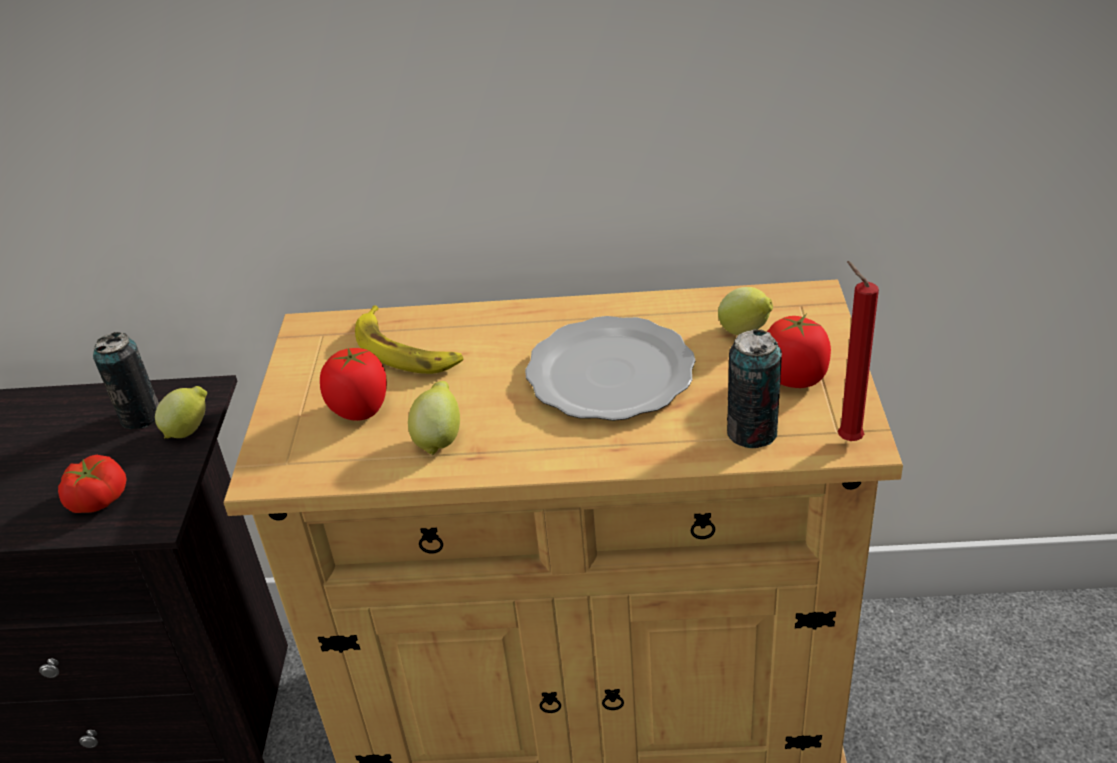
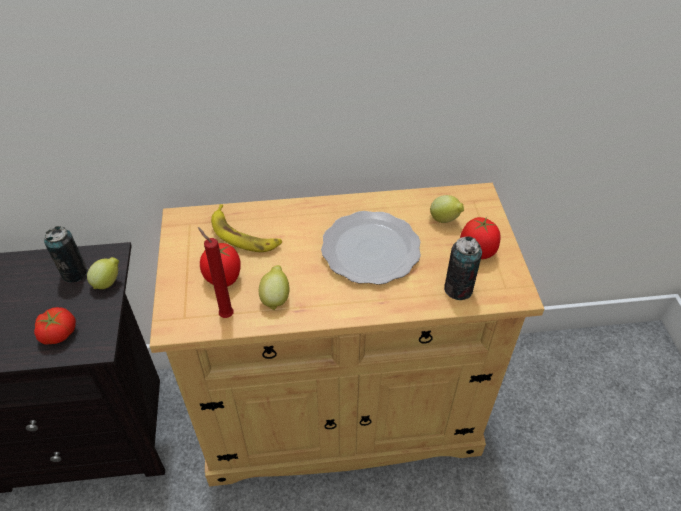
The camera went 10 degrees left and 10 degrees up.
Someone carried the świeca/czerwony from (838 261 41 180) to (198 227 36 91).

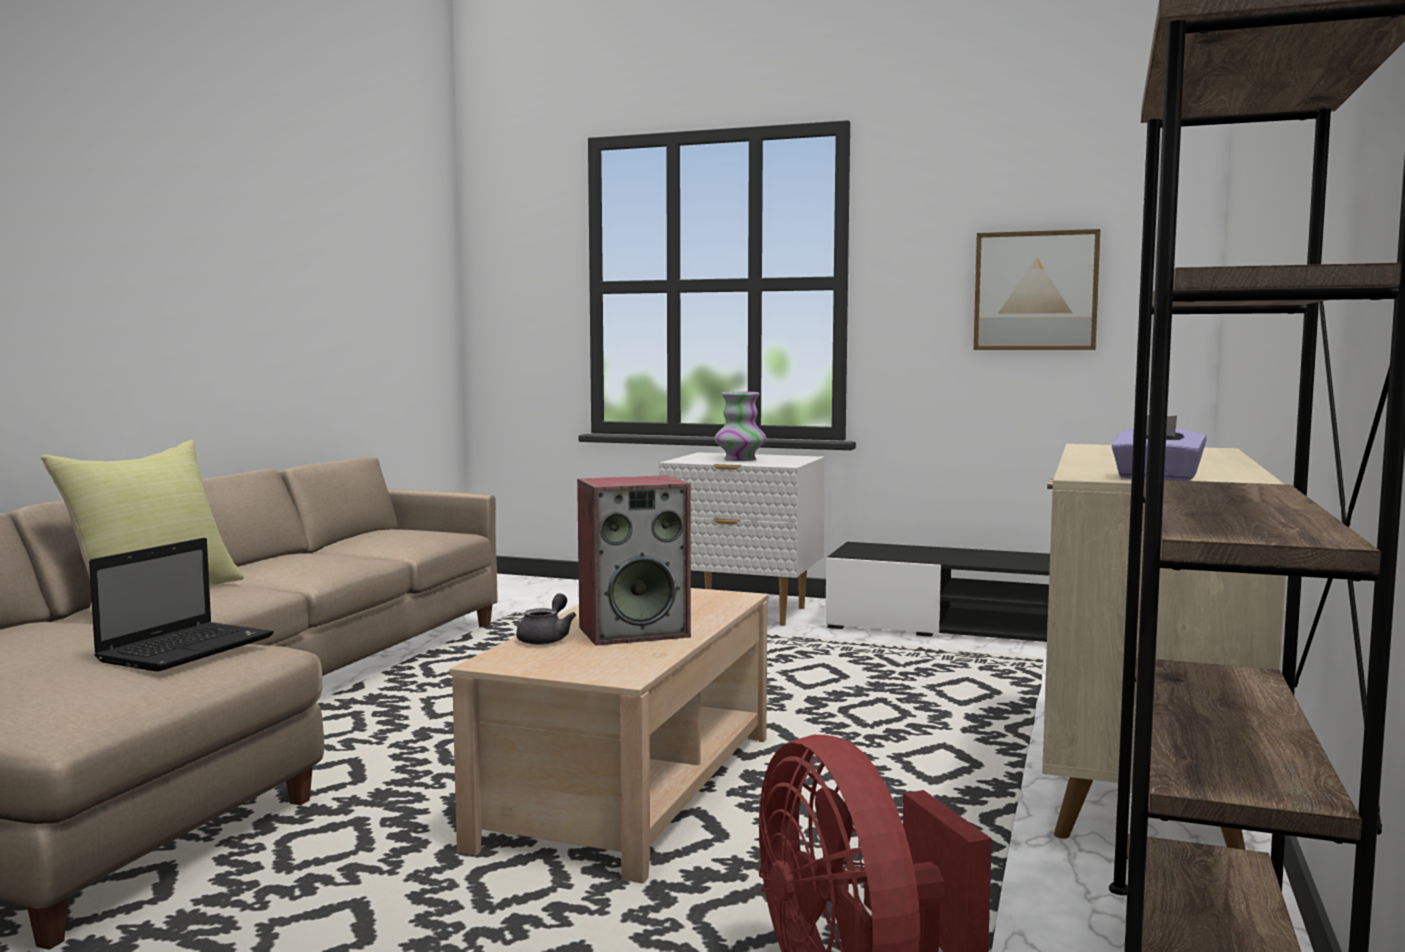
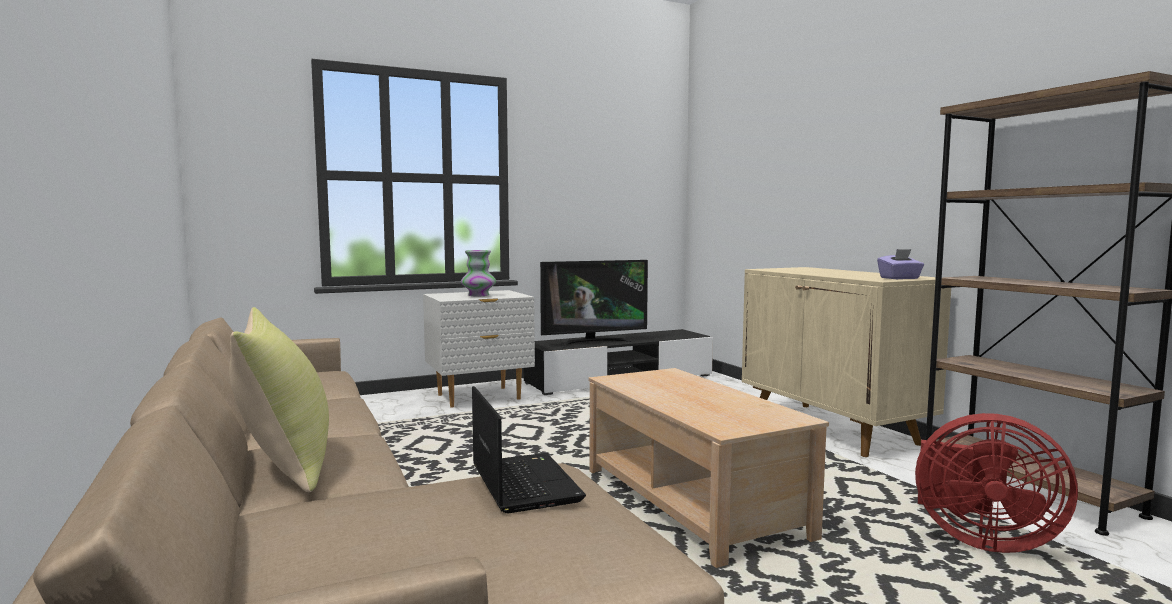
The camera went 45 degrees left and 0 degrees up.
Someone took away the imbryk/szary at (516 593 60 52).
Someone took away the głośnik at (577 475 114 171).
Someone took away the obraz at (974 229 126 121).
Someone put down the telewizor at (540 260 108 87).

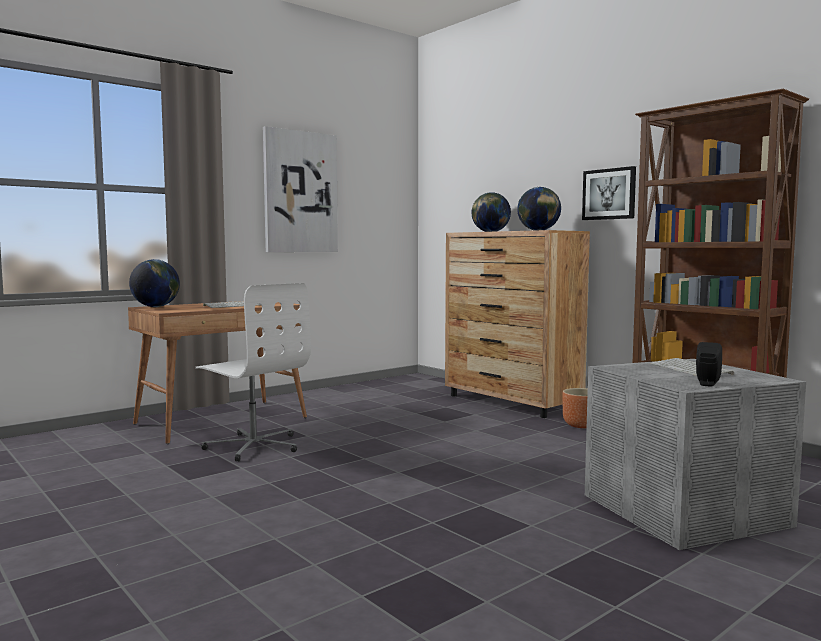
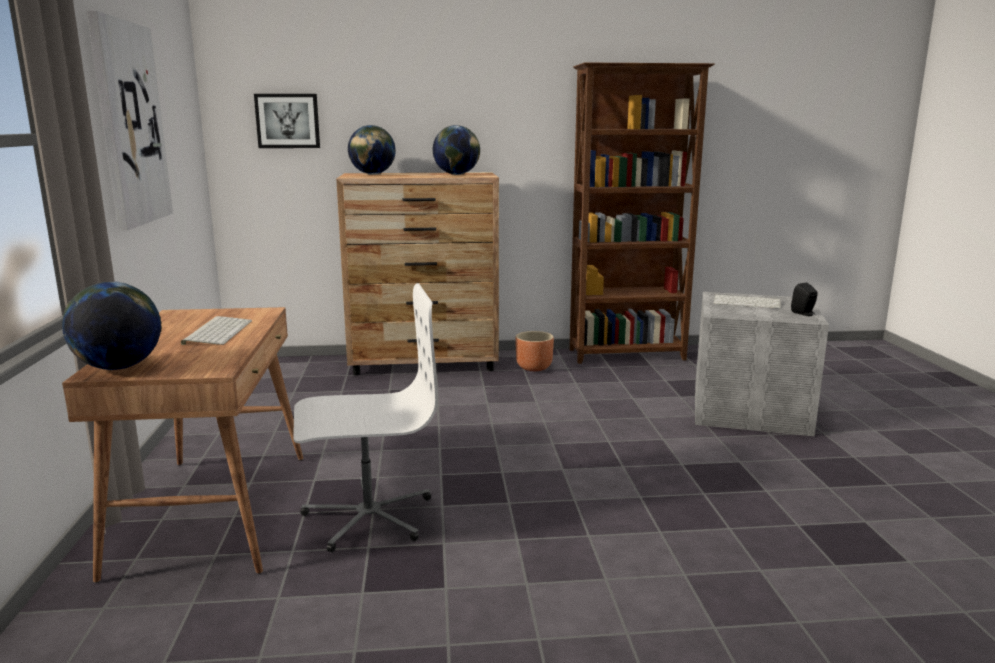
The camera went 55 degrees left and 10 degrees up.
Someone carried the obraz from (582 166 54 54) to (254 94 66 54).

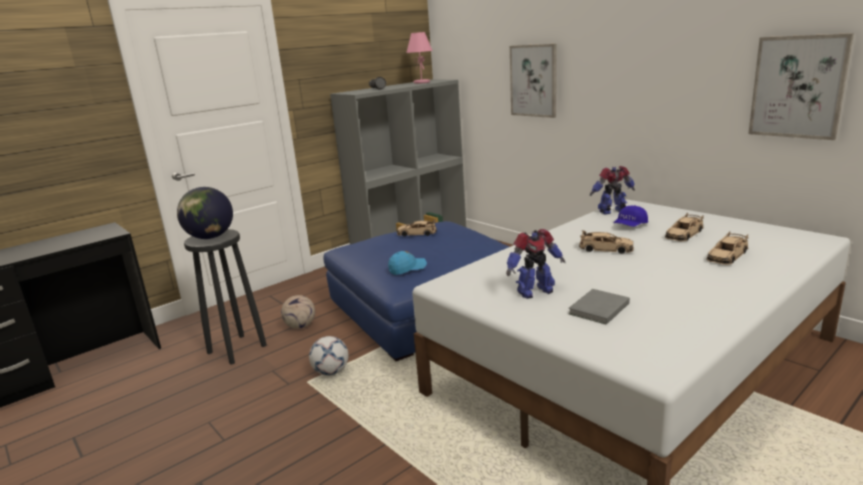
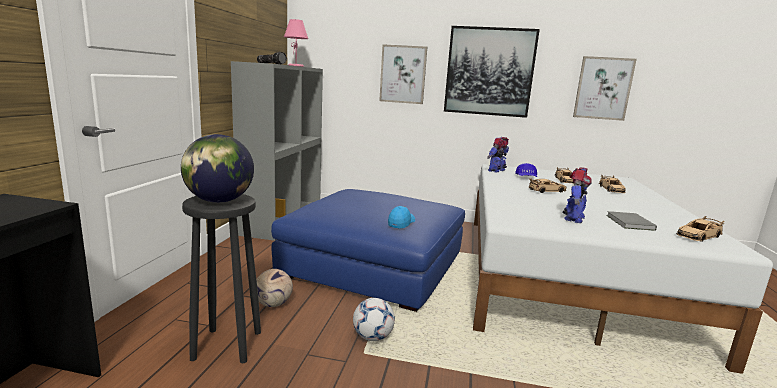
The camera went 40 degrees left and 5 degrees down.
Someone put up the obraz at (444 26 96 92).
Someone carried the samochodzik/beżowy from (397 220 40 16) to (676 216 48 26).

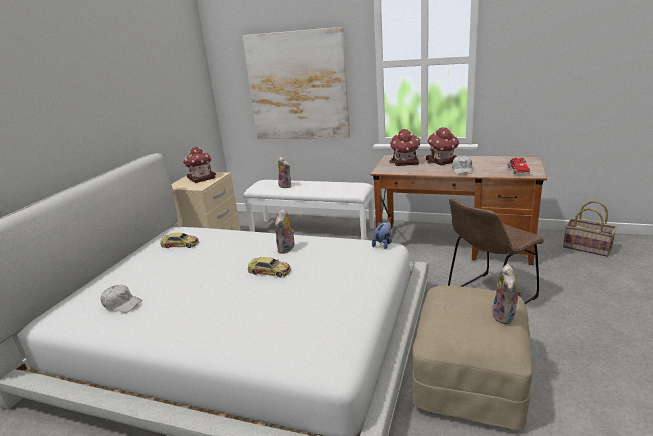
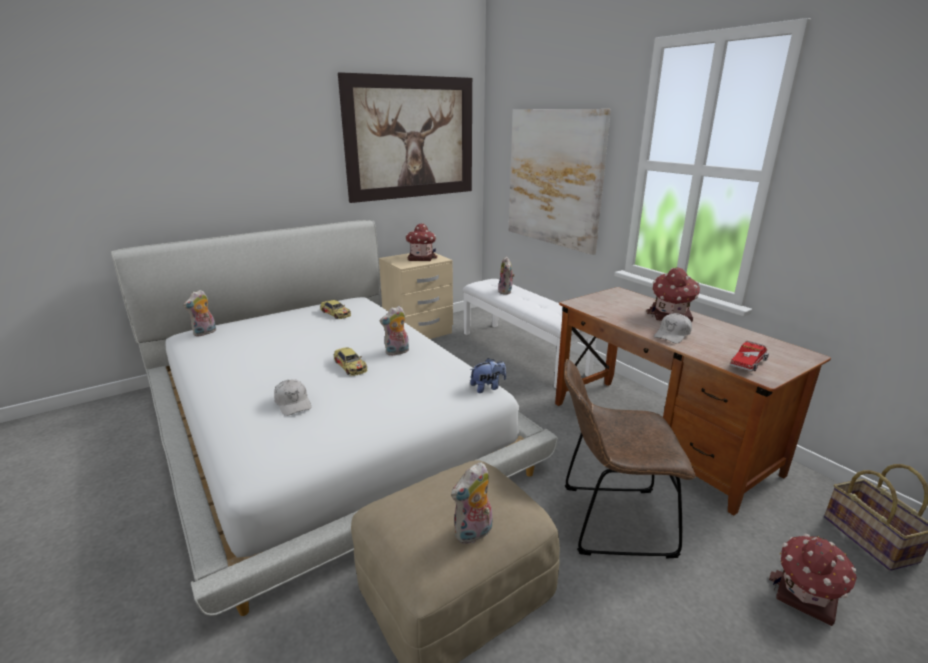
The camera went 35 degrees right and 0 degrees up.
Someone put down the pluszak at (183 290 33 47).
Someone put up the obraz at (338 72 134 131).
Someone carried the czapka z daszkiem/biały from (100 285 42 28) to (274 379 37 37).
Someone carried the domek from (389 129 31 37) to (769 533 88 93).

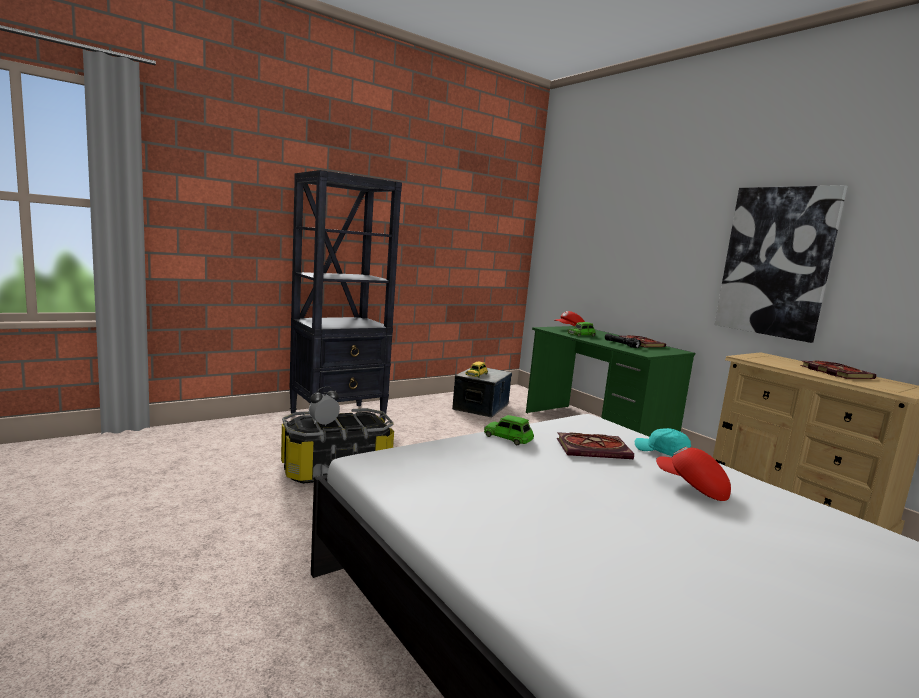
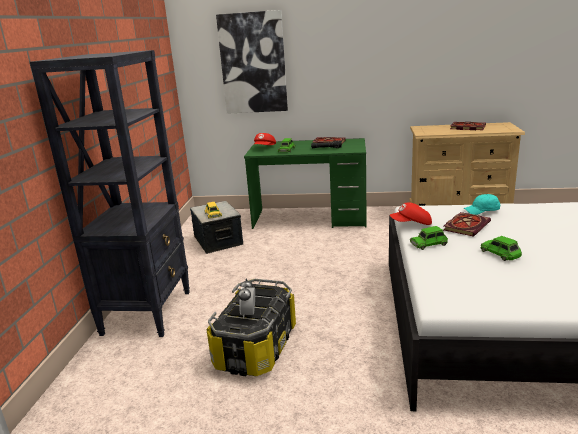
The camera went 45 degrees left and 10 degrees up.
Someone put down the samochodzik/zielony at (480 236 42 25).
Someone carried the czapka z daszkiem/czerwony from (656 447 75 54) to (390 202 42 23).
Someone carried the obraz from (714 185 134 158) to (216 10 72 104).

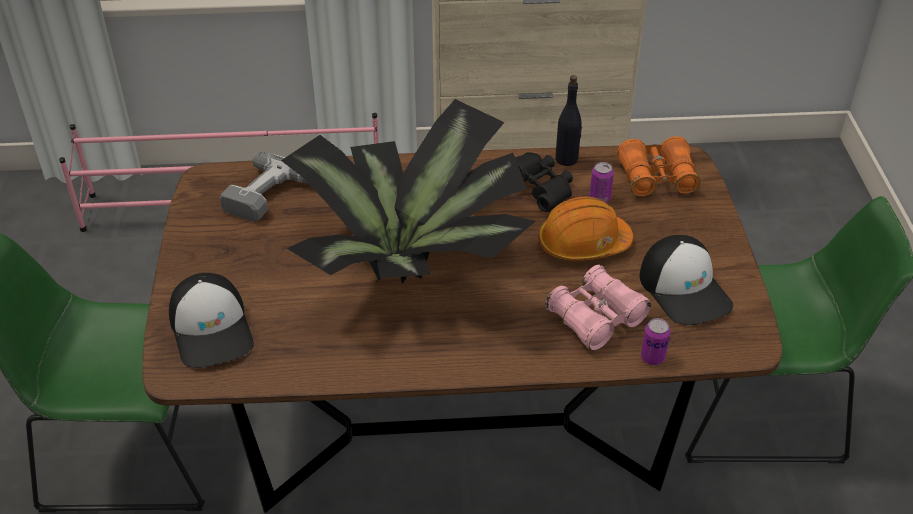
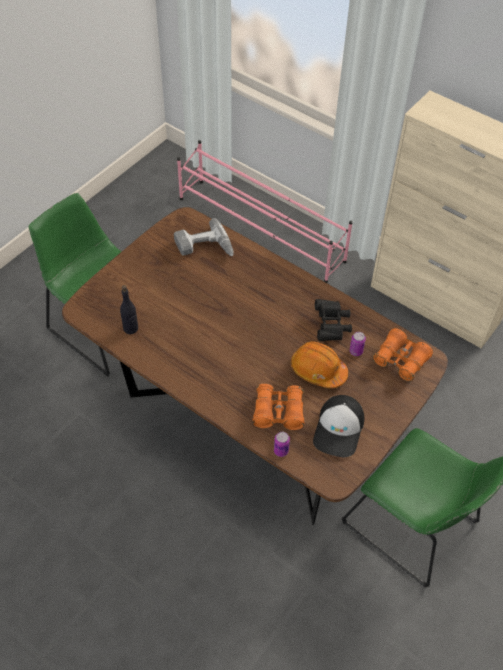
The camera went 40 degrees right and 10 degrees up.
Someone took away the czapka z daszkiem at (169 273 85 95).
Someone took away the roślina doniczkowa at (281 99 254 185).
Someone carried the butelka/czarny from (555 75 27 91) to (120 285 18 49).
Someone repainted the lornetka/różowy at (545 265 106 85), which became the lornetka/pomarańczowy at (252 384 53 46).

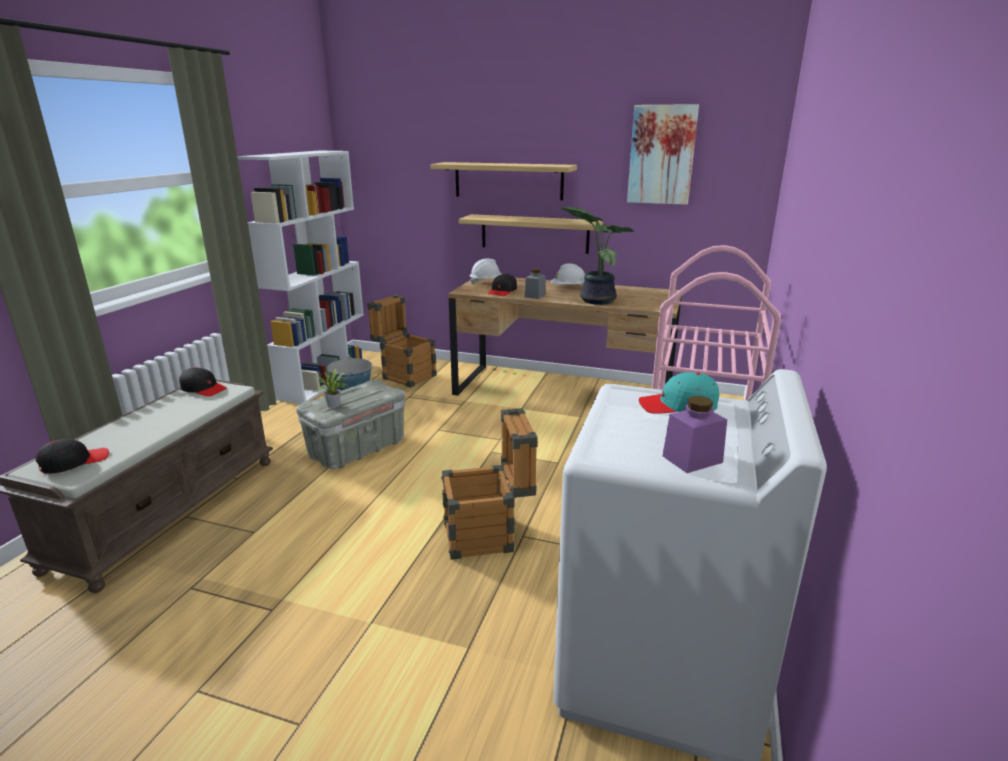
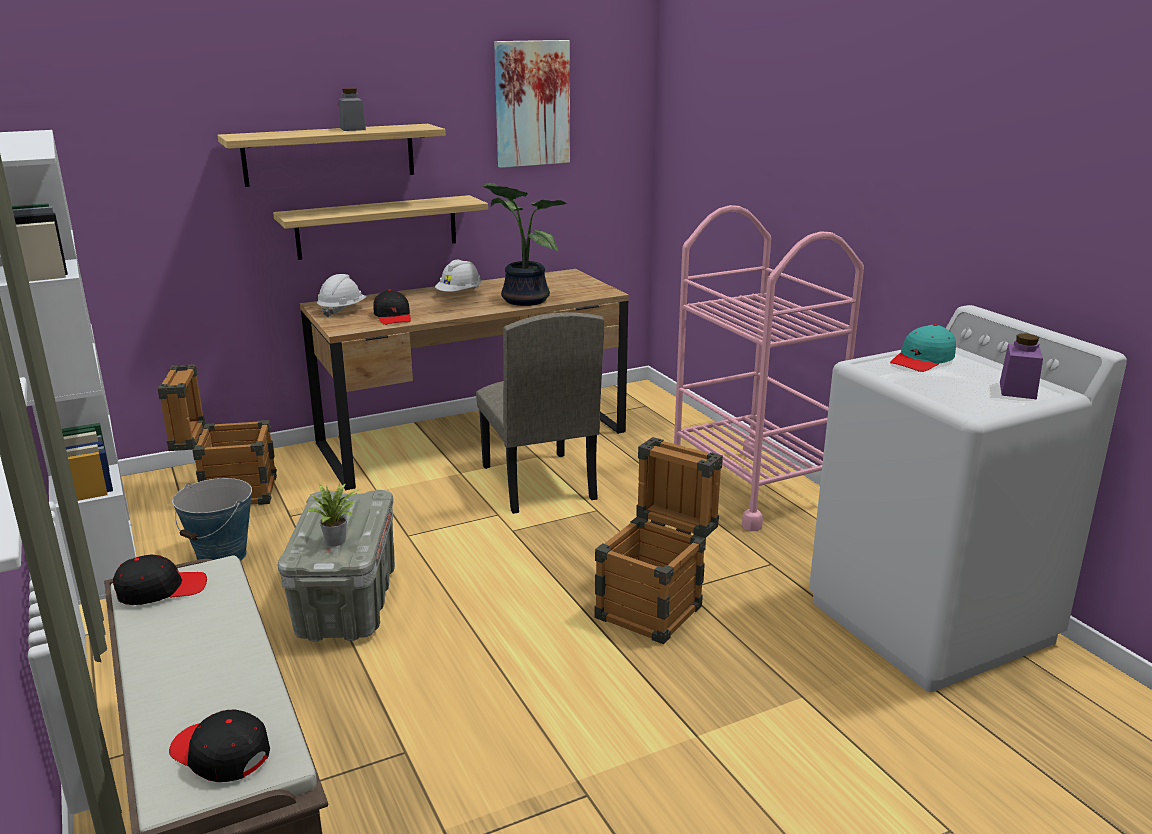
The camera went 45 degrees left and 0 degrees up.
Someone put down the krzesło/beżowy at (476 312 128 202).
Someone carried the słoik/szary from (525 269 21 30) to (339 88 27 43).
Someone rotated the czapka z daszkiem/czarny at (36 439 73 35) by 60 degrees counterclockwise.

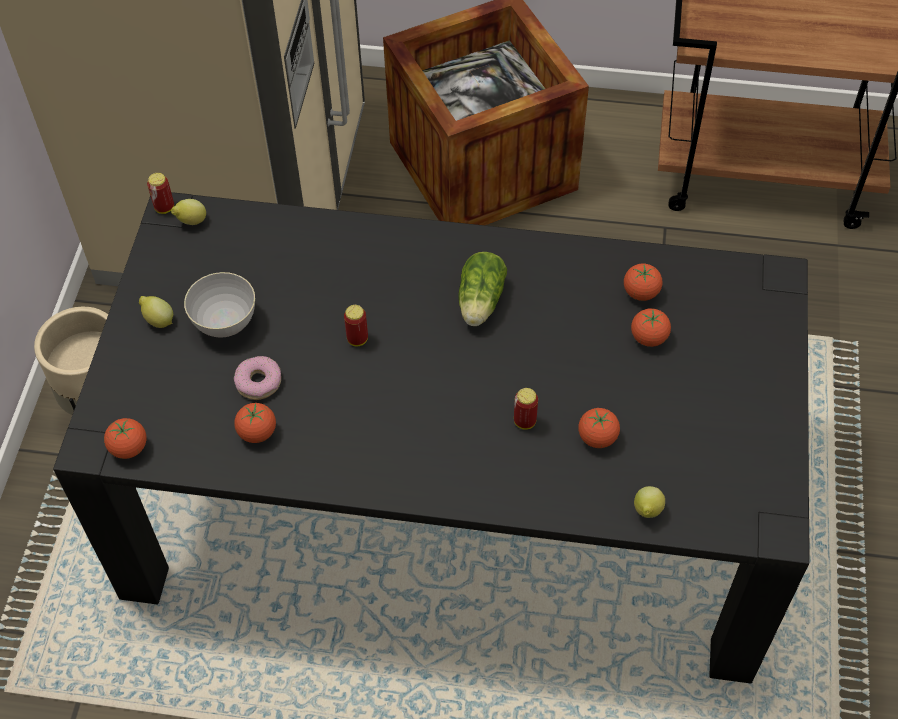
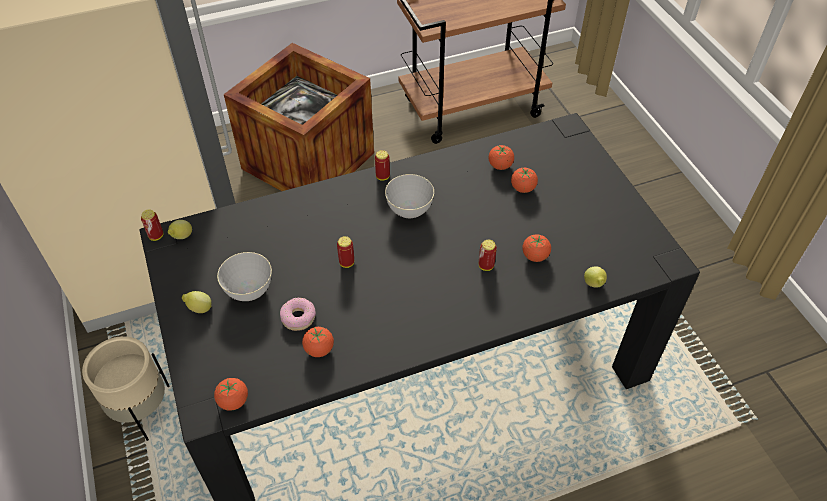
The camera went 30 degrees left and 5 degrees down.
Someone put down the puszka at (375 150 15 31).
Someone swapped the sałata at (458 252 49 74) for the miska/szary at (385 174 49 44).

